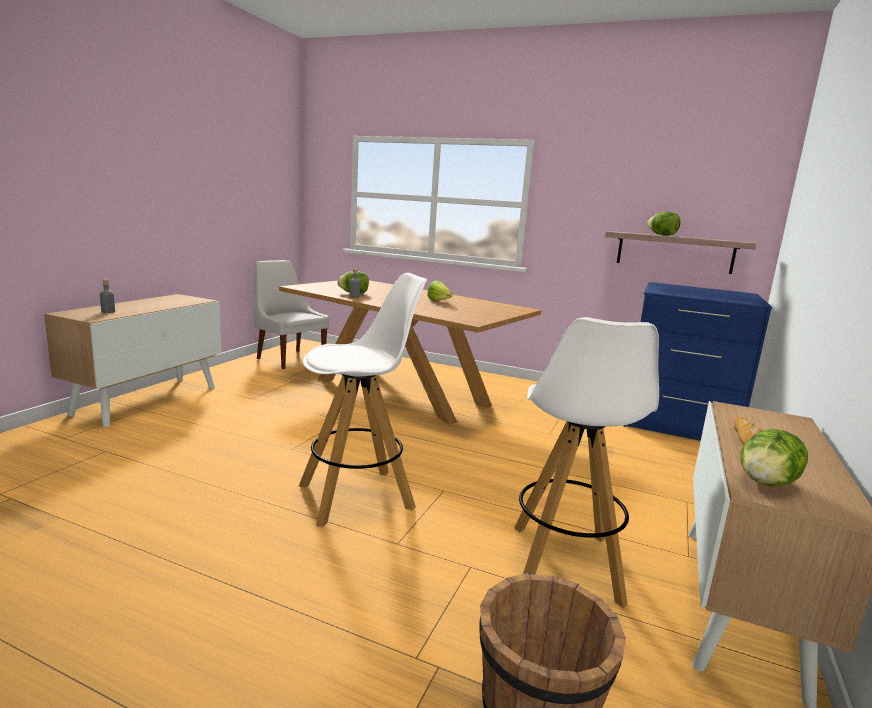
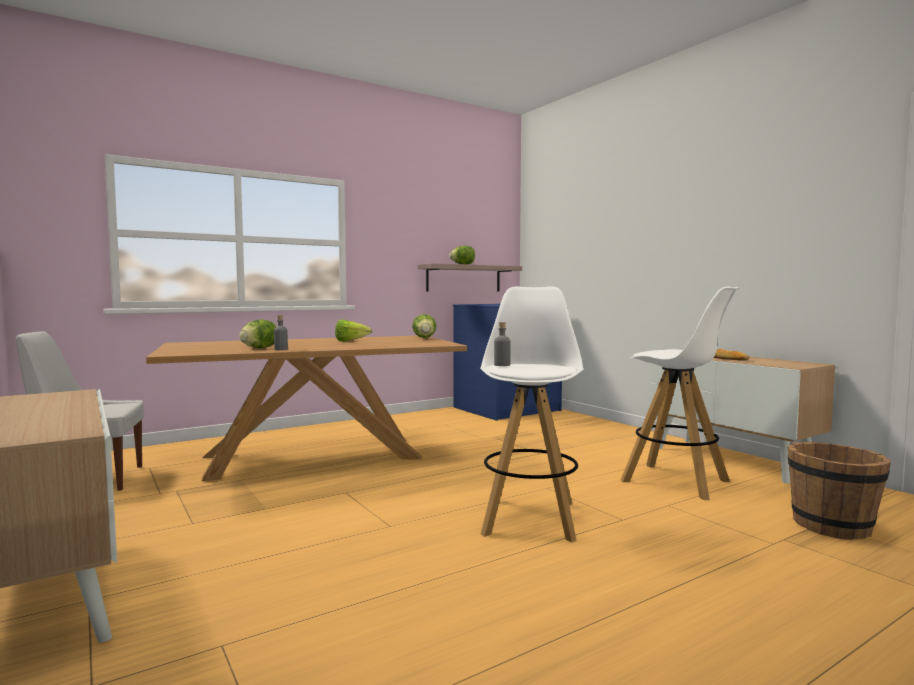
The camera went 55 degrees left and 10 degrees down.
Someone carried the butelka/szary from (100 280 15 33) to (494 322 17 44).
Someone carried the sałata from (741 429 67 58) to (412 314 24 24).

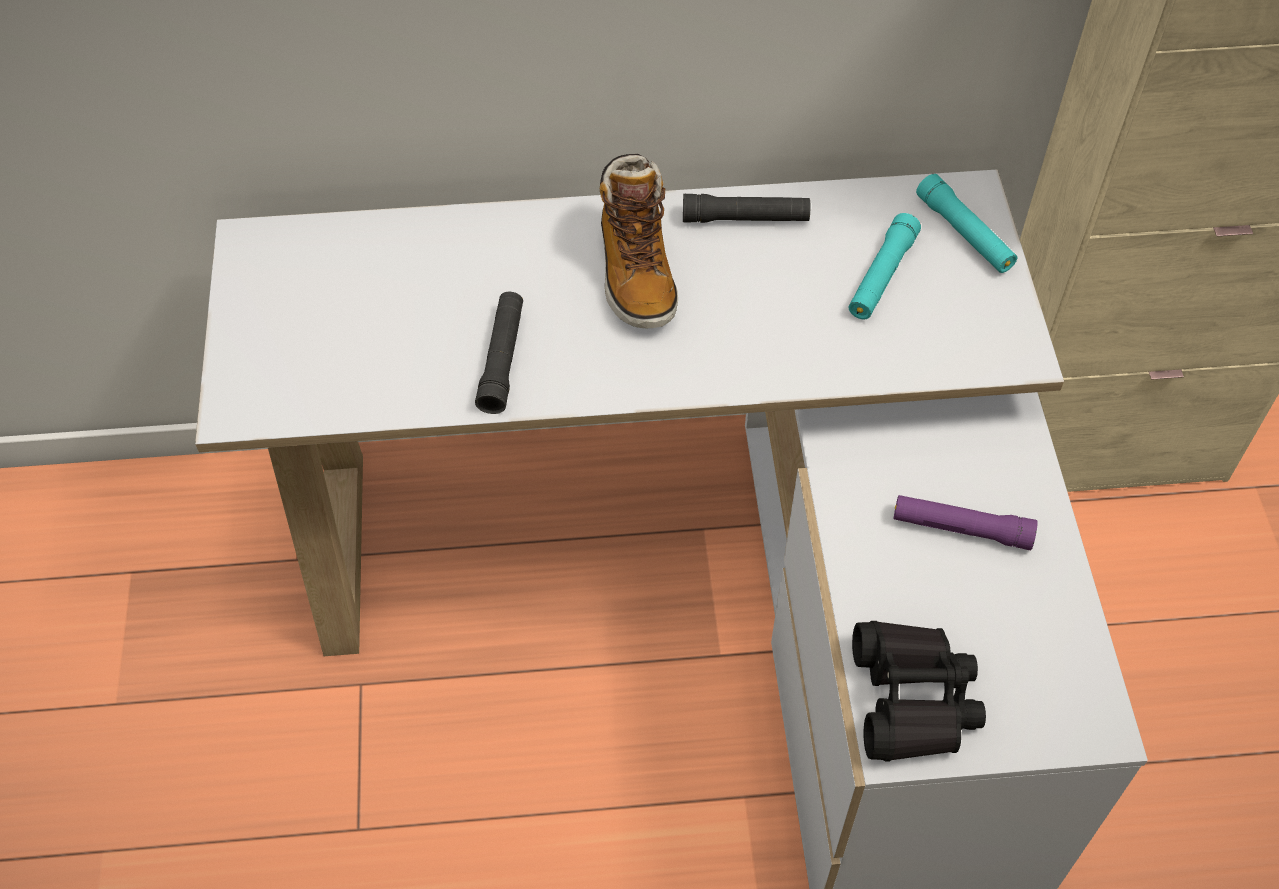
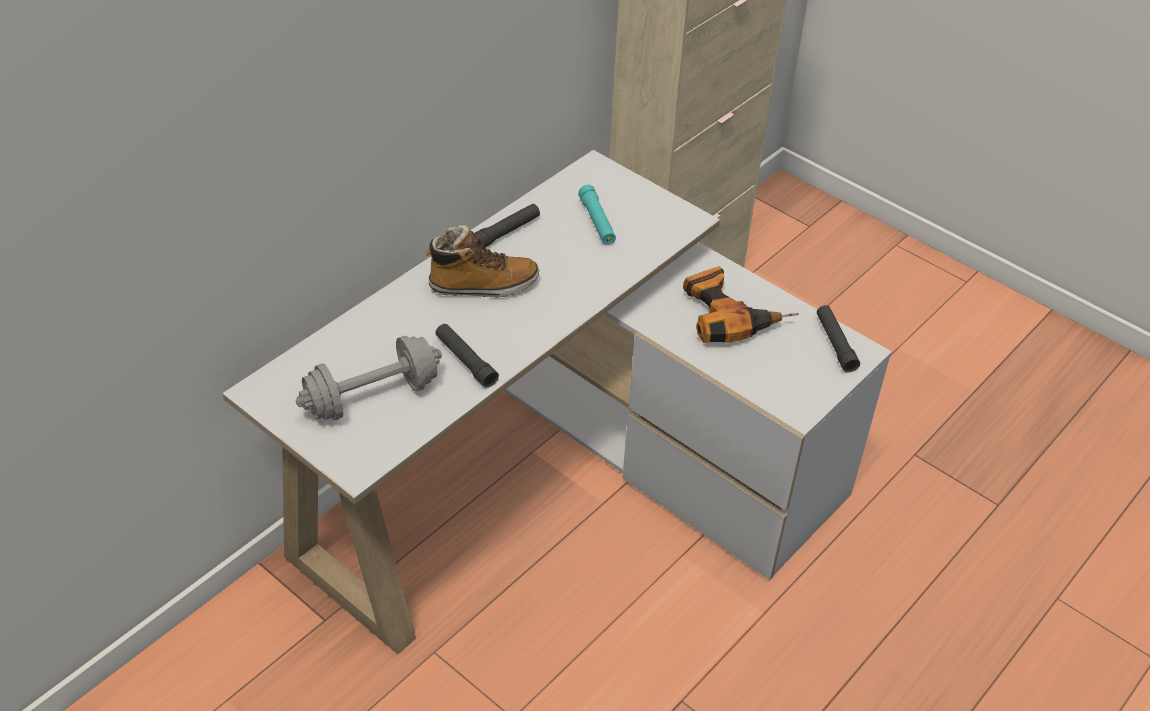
The camera went 45 degrees left and 10 degrees down.
Someone took away the lornetka/czarny at (852 621 134 140).
Someone took away the latarka/turkusowy at (916 174 101 99).
Someone put down the hantel/szary at (296 335 146 85).
Someone put down the latarka/czarny at (817 305 43 67).
Someone swapped the latarka/fioletowy at (894 495 144 55) for the wiertarka at (683 266 116 77).
Someone rotated the but z cholewką at (600 154 78 174) by 45 degrees counterclockwise.

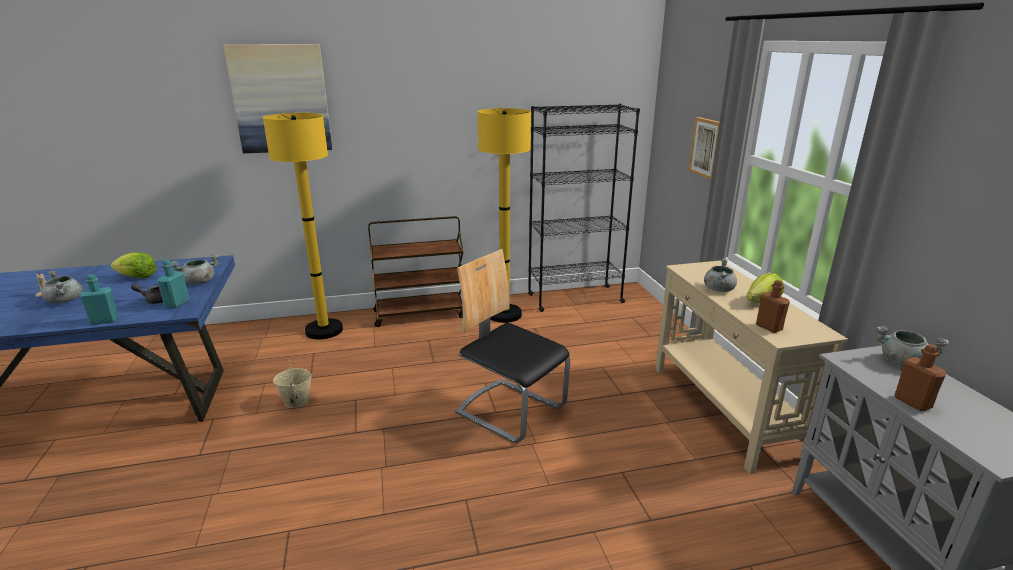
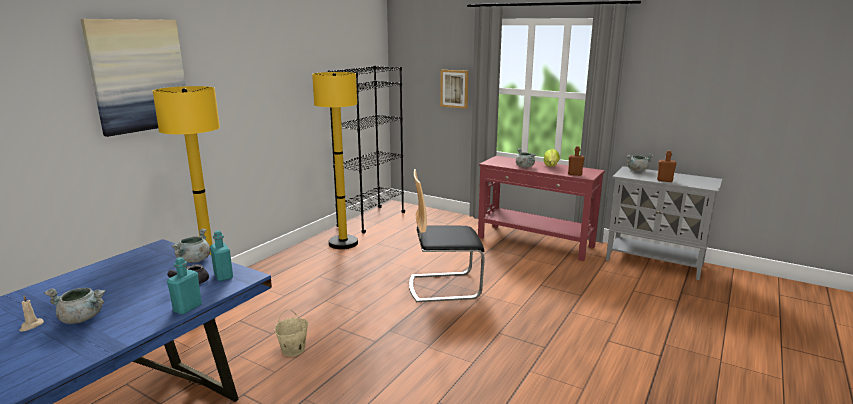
The camera went 45 degrees left and 5 degrees down.
Someone took away the sałata at (110 252 47 26).
Someone took away the wózek/brązowy at (368 216 95 111).
Someone repainted the stolik konsolowy/beżowy at (655 260 193 214), which became the stolik konsolowy/czerwony at (478 156 127 105).

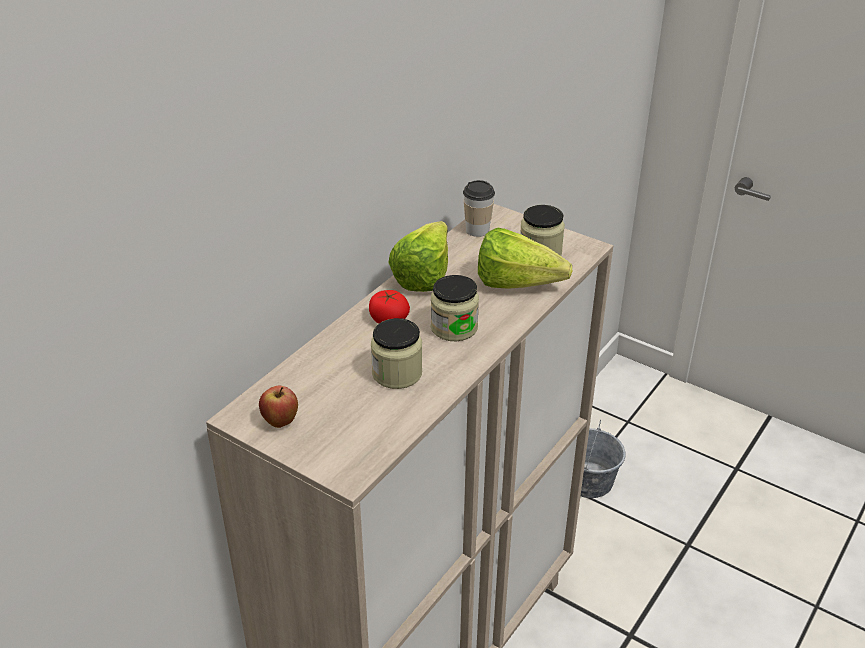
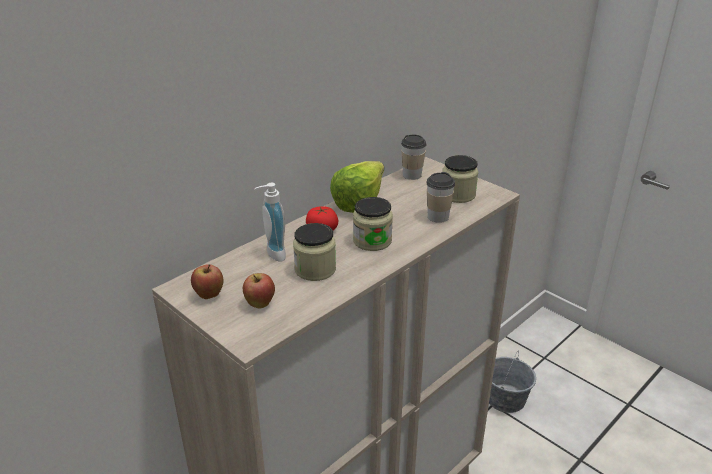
The camera went 10 degrees right and 5 degrees down.
Someone put down the jabłko at (243 273 32 35).
Someone put down the dozownik mydła at (254 183 32 79).
Someone swapped the sałata at (478 227 94 62) for the filiżanka at (426 172 29 51).

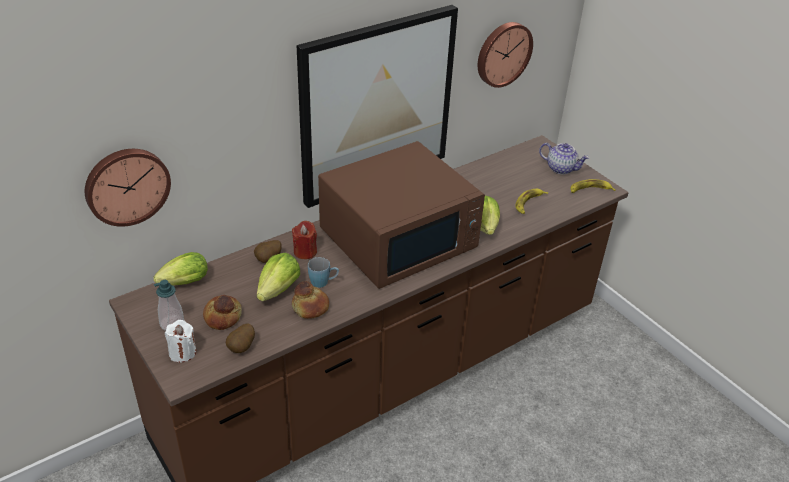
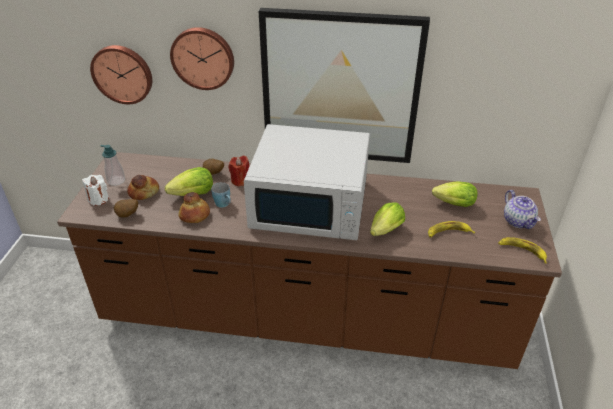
The camera went 45 degrees right and 0 degrees up.
Someone carried the sałata from (154 252 54 34) to (432 181 46 26).
Someone carried the zegar ścienny from (478 22 55 66) to (170 27 64 63).
Someone repainted the mikrofalówka/brązowy at (318 141 167 148), which became the mikrofalówka/biały at (244 124 126 116).

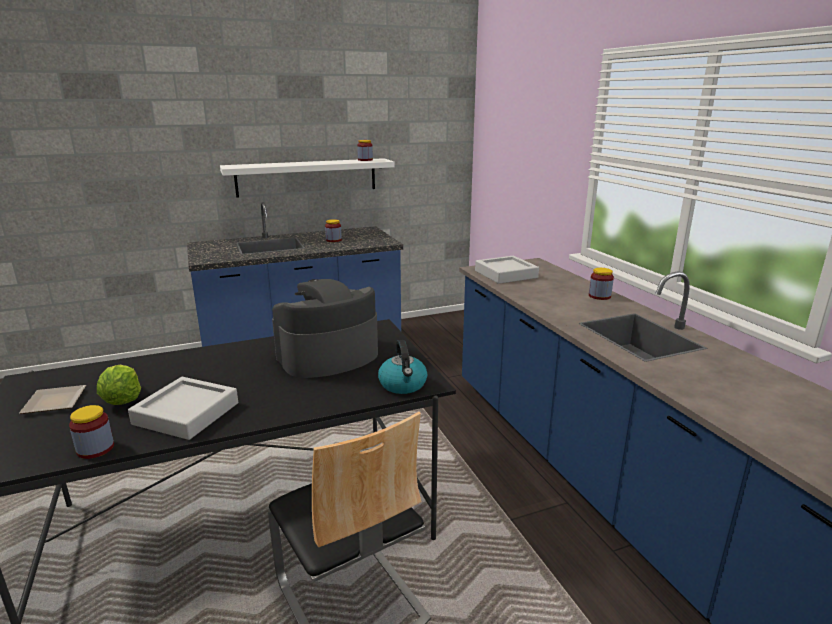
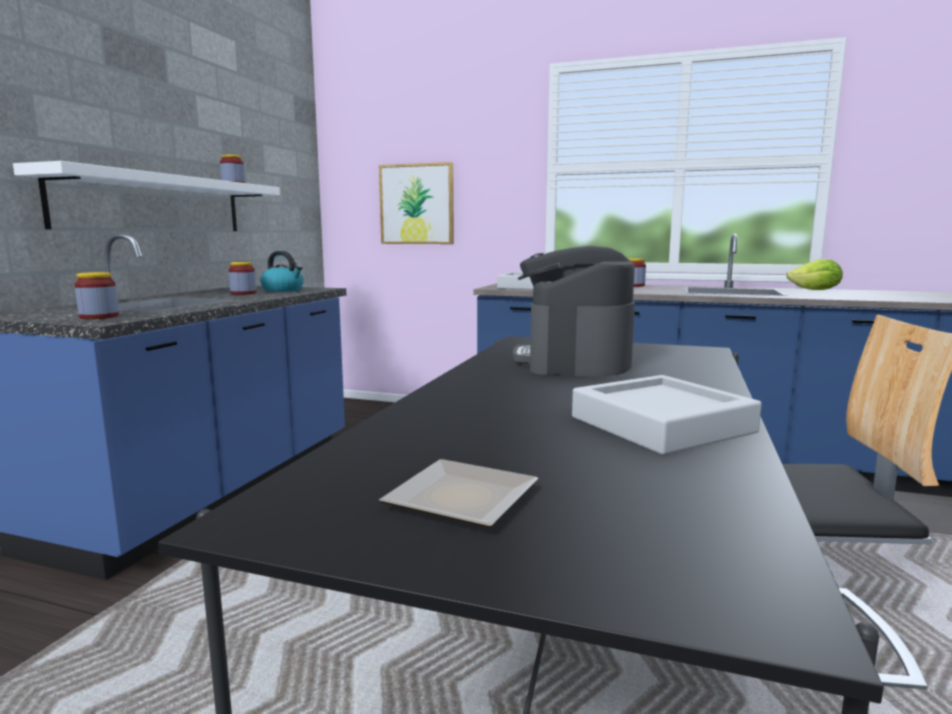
The camera went 50 degrees left and 10 degrees down.
Someone put up the obraz at (379 162 75 82).
Someone carried the słoik from (69 405 45 54) to (75 272 44 47).
Someone carried the sałata from (97 365 44 40) to (786 259 57 31).
Someone carried the czajnik from (378 340 49 54) to (260 251 44 41).

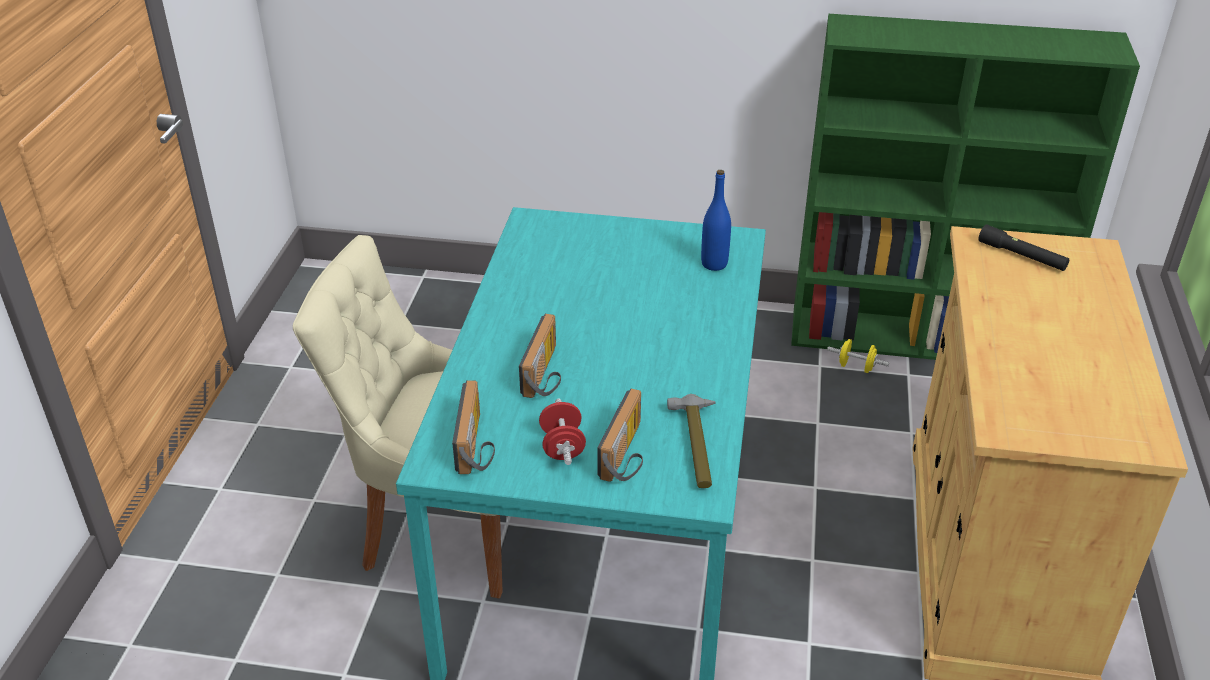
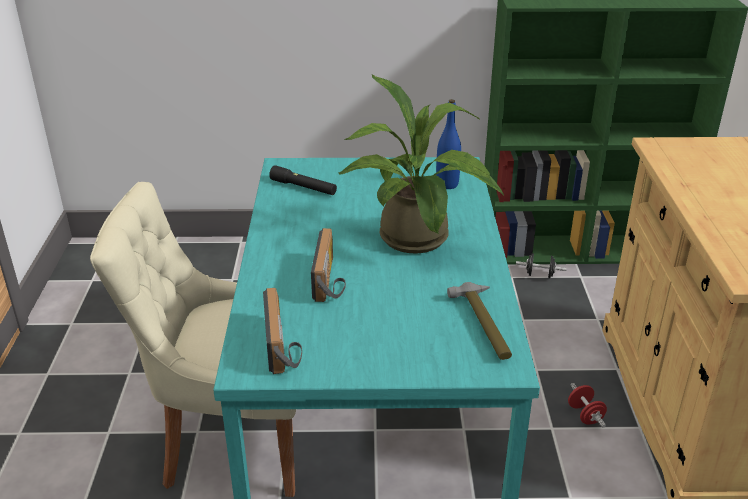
The camera went 10 degrees left and 5 degrees down.
Someone took away the radio at (597 388 46 94).
Someone put down the roślina doniczkowa at (339 74 165 179).
Someone carried the hantel/czerwony from (539 399 47 66) to (568 383 39 45).
Someone carried the latarka/czarny from (978 224 91 47) to (269 165 68 30).
Someone repainted the hantel/żółty at (827 339 62 34), which became the hantel/czarny at (516 253 50 26).

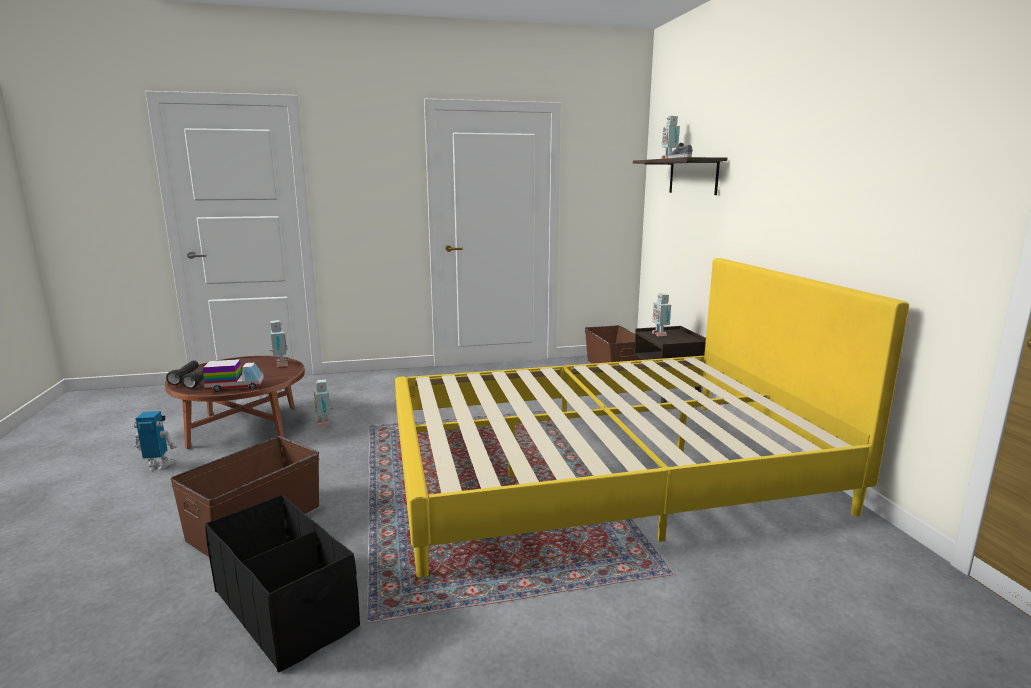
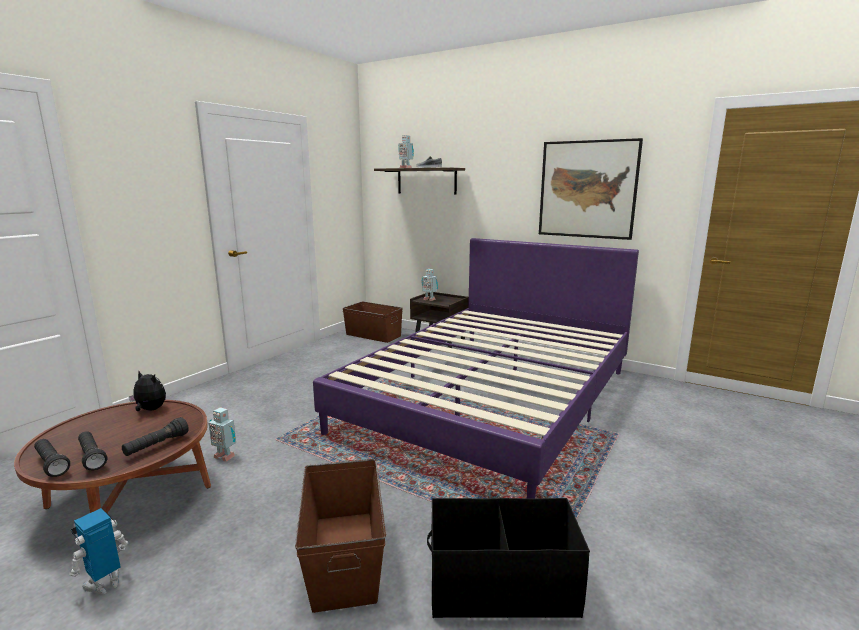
The camera went 45 degrees left and 0 degrees up.
Someone put up the obraz at (539 138 104 102).
Someone swapped the ciężarówka zabawkowa at (203 359 61 33) for the latarka/czarny at (122 417 67 39).
Someone swapped the robot zabawkowy at (270 320 18 47) for the pluszak at (129 371 37 40).
Someone repainted the łóżko/żółty at (395 258 514 320), which became the łóżko/fioletowy at (313 238 326 261).

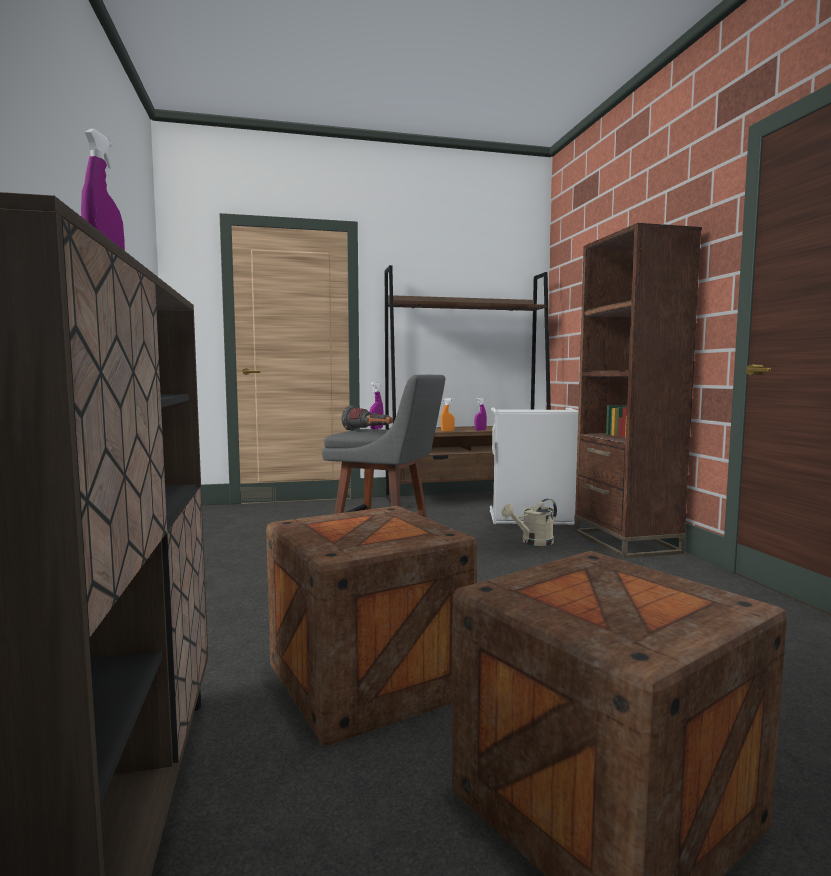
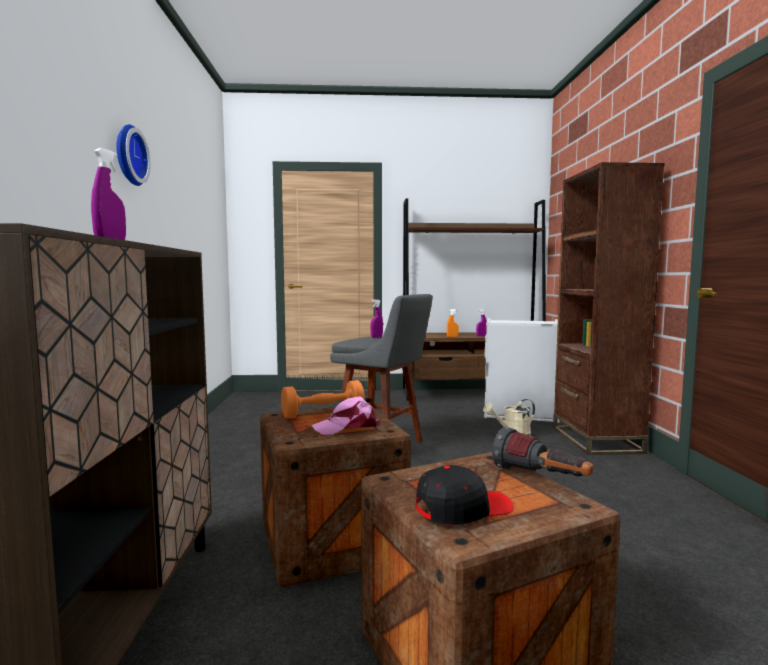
The camera went 10 degrees right and 0 degrees up.
Someone put up the zegar ścienny at (116 124 35 62).
Someone put down the hantel/pomarańczowy at (281 380 84 39).
Someone put down the czapka z daszkiem/różowy at (311 396 68 39).
Someone put down the czapka z daszkiem/czarny at (416 465 98 60).
Someone carried the latarka from (342 406 51 25) to (492 427 102 49).

